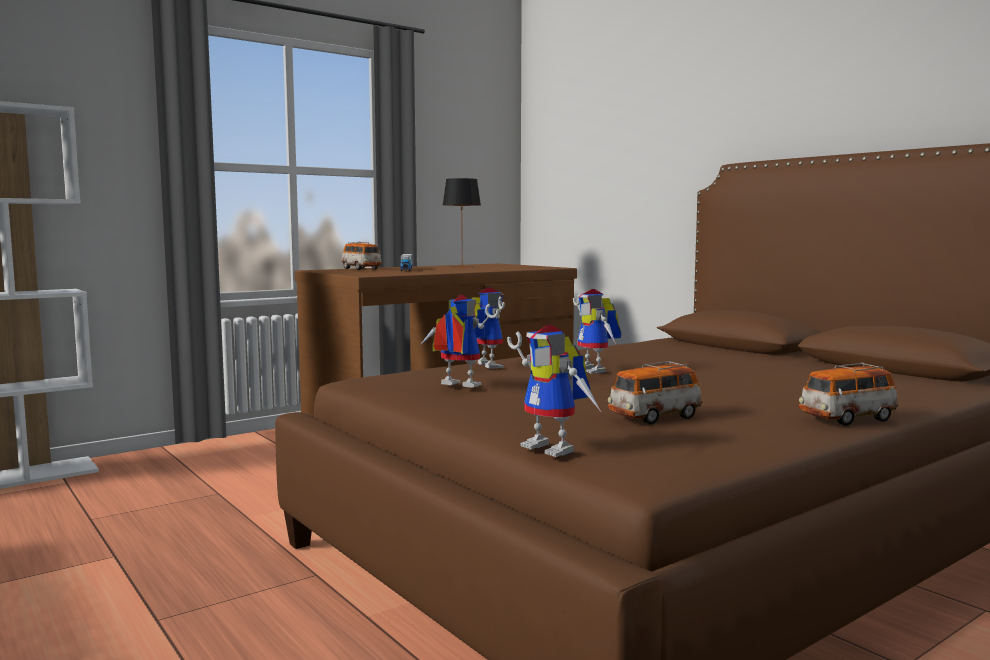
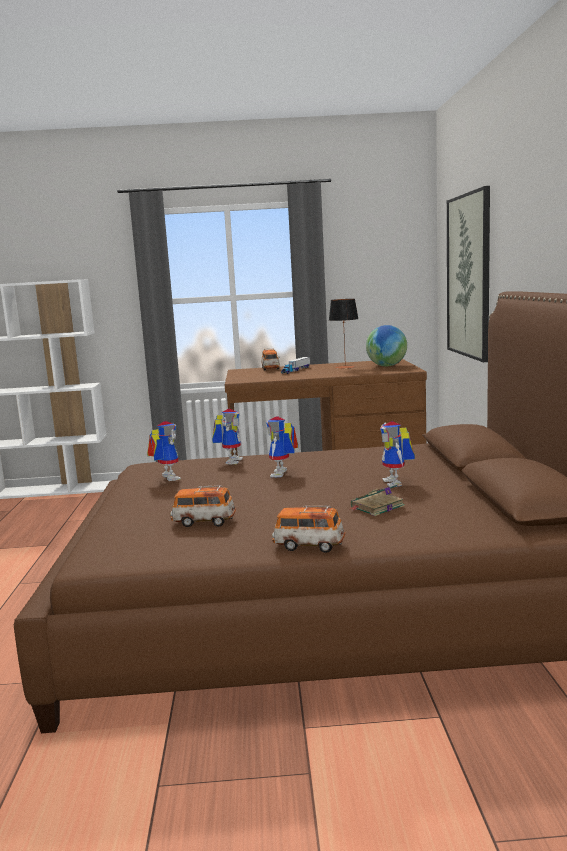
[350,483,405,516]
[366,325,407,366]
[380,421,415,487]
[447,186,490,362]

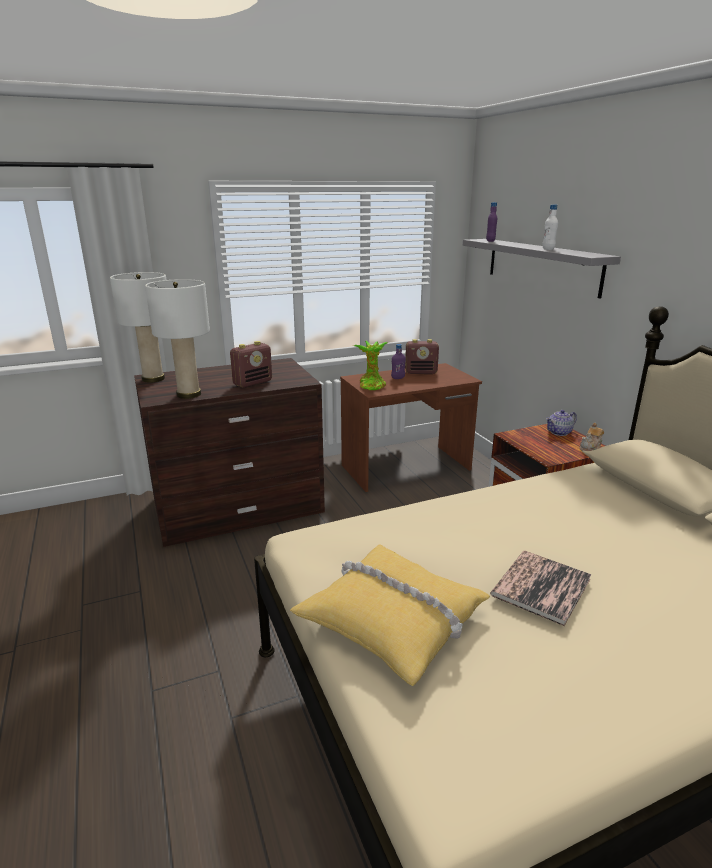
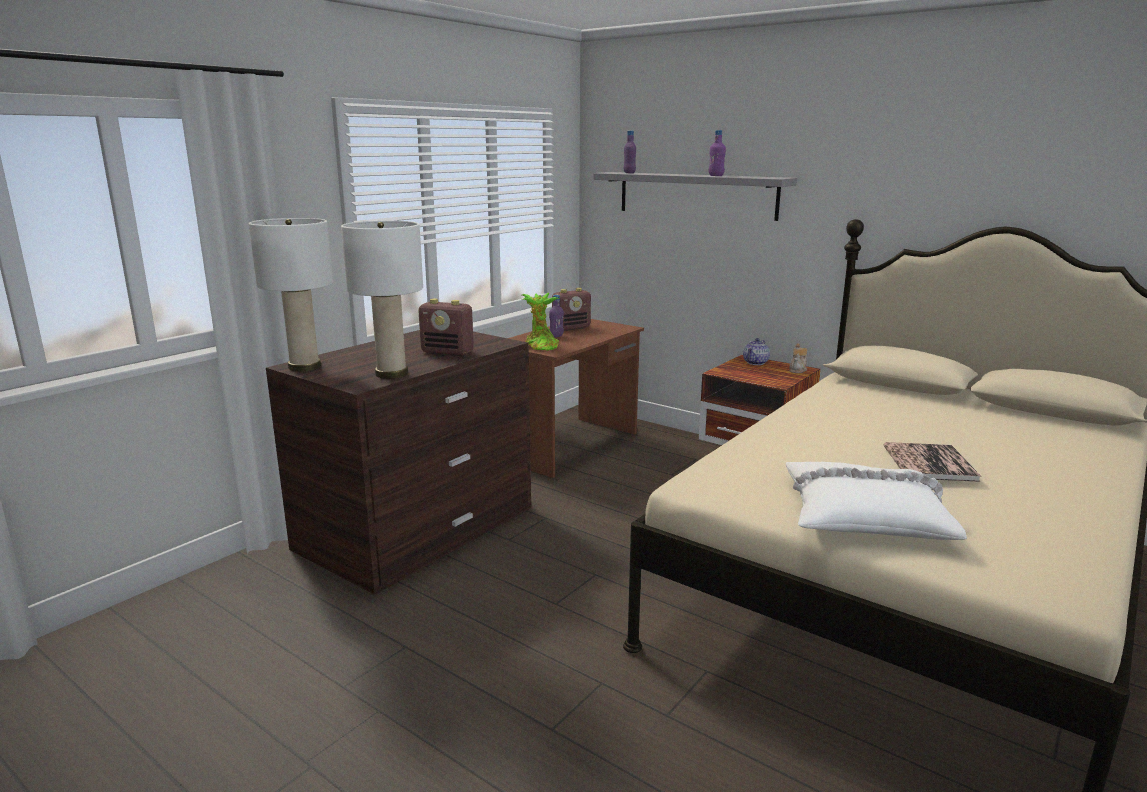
[418,299,474,356]
[709,130,726,176]
[785,462,967,540]

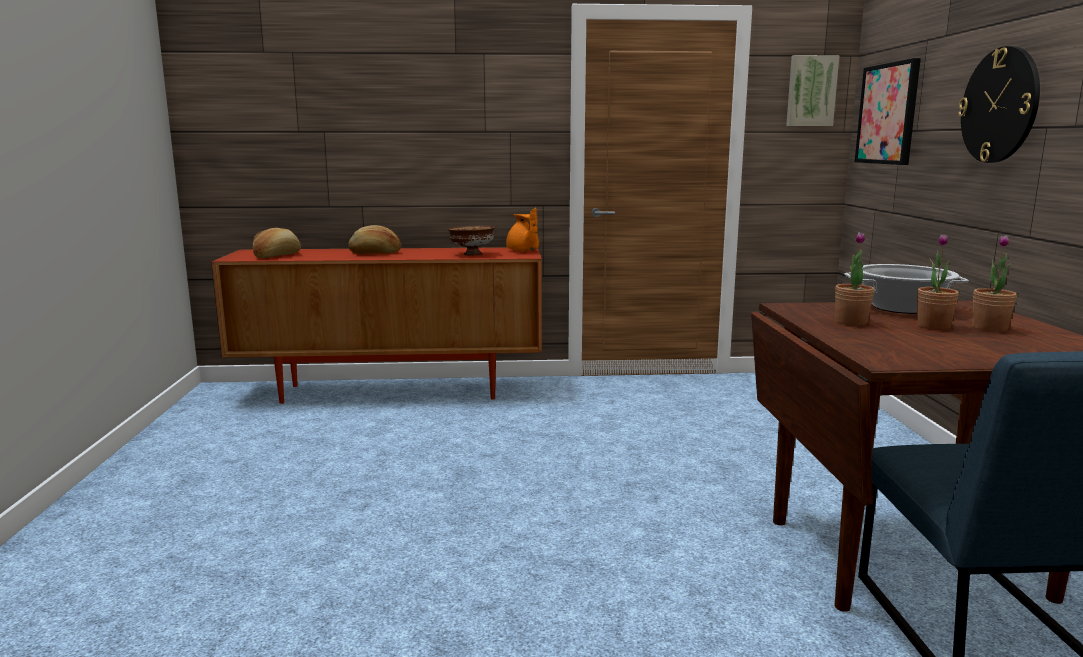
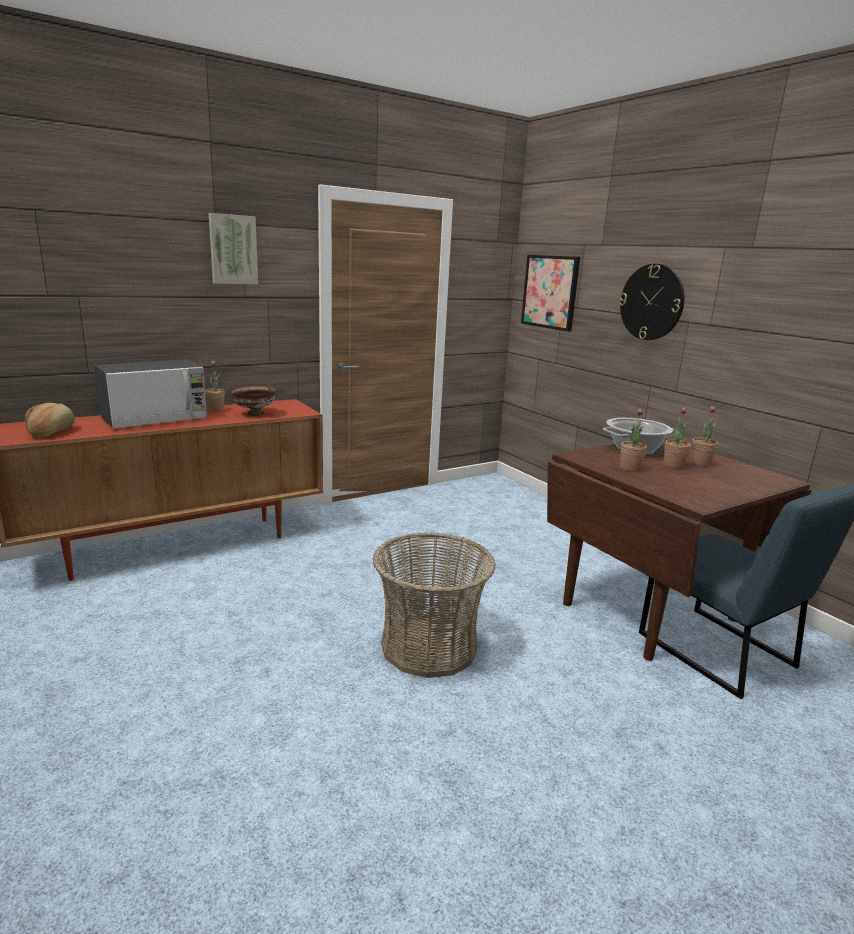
[94,359,207,428]
[205,361,225,412]
[209,213,258,285]
[372,532,496,678]
[506,208,539,252] (first image)

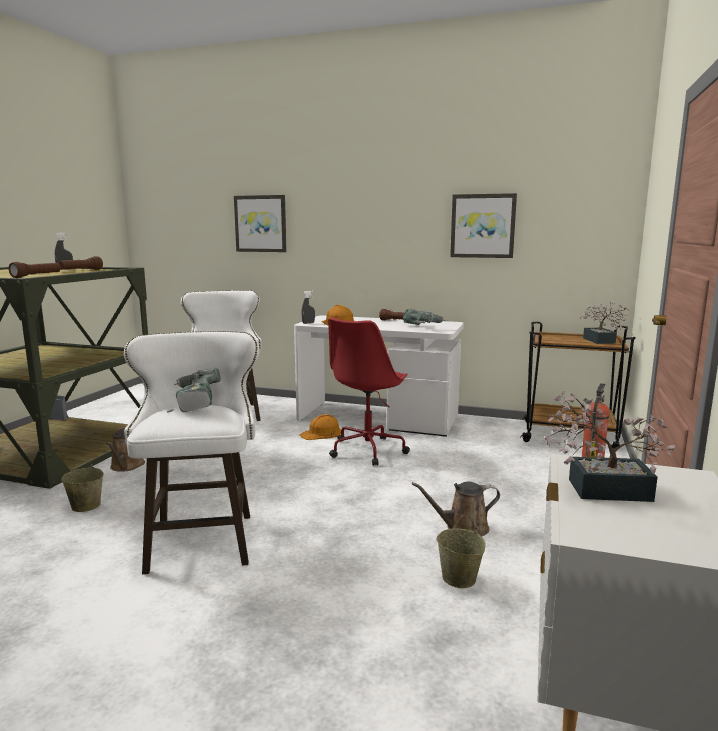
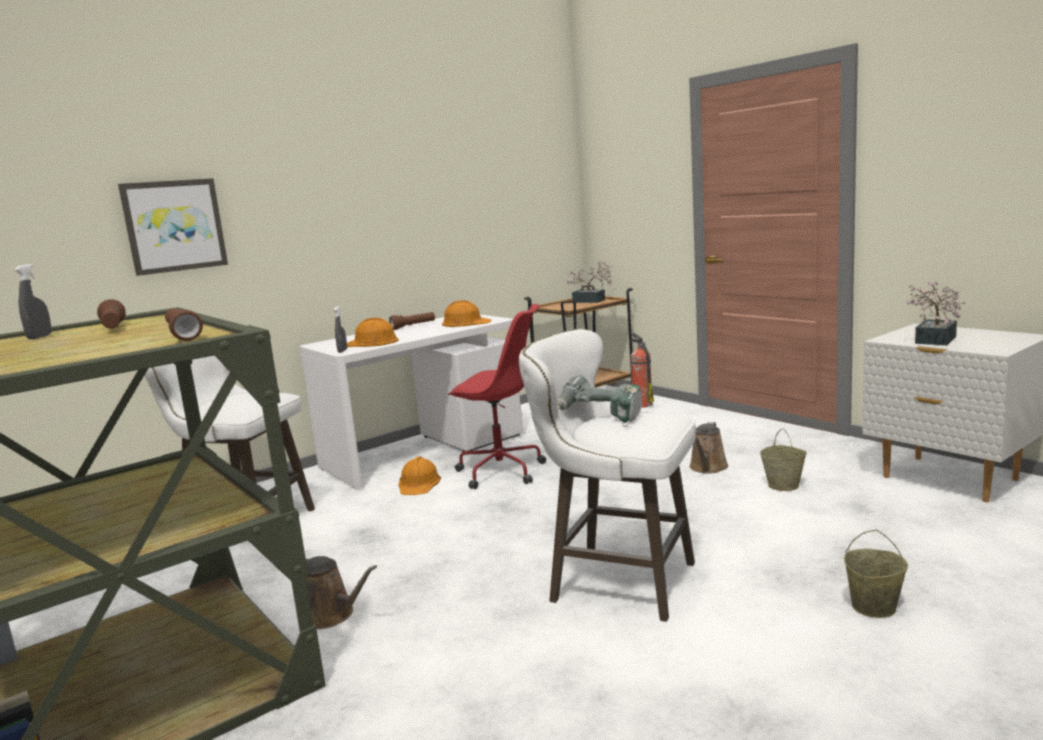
[442,300,491,327]
[448,304,547,489]
[844,530,908,618]
[450,193,517,258] (first image)

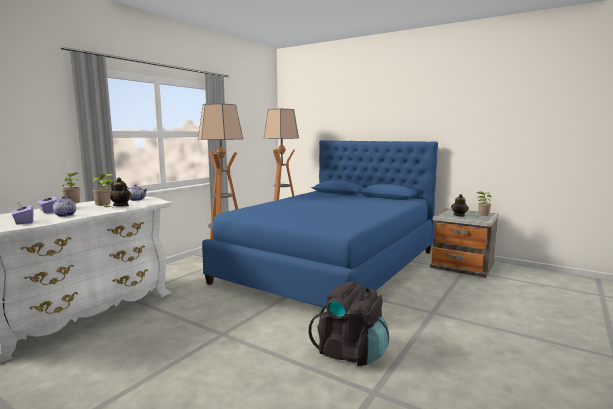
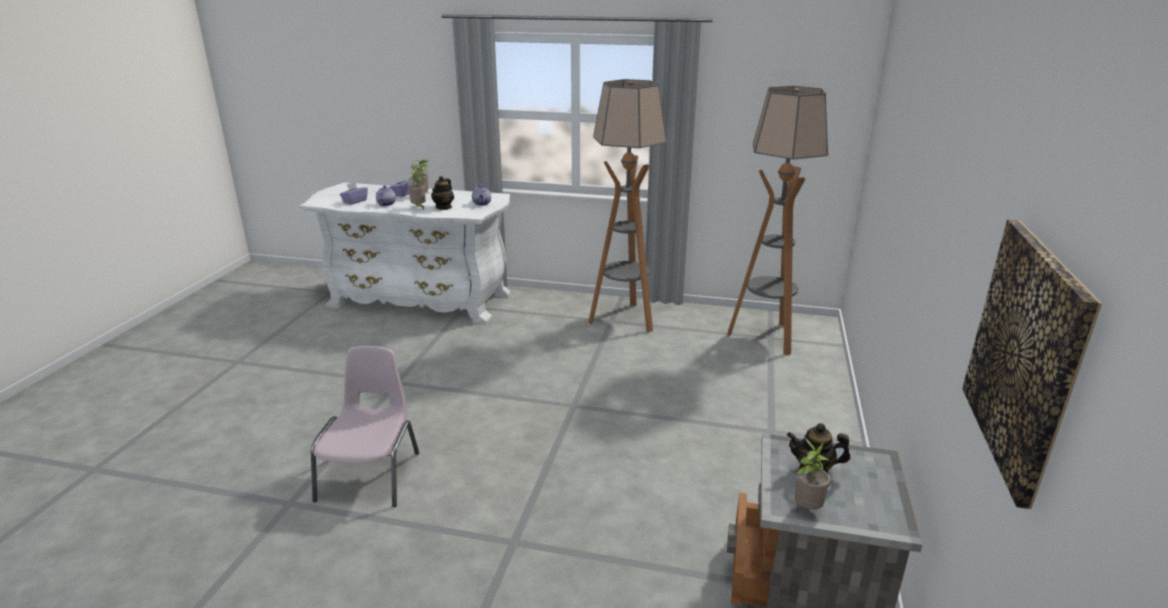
[311,346,419,507]
[962,220,1102,509]
[202,140,438,309] (first image)

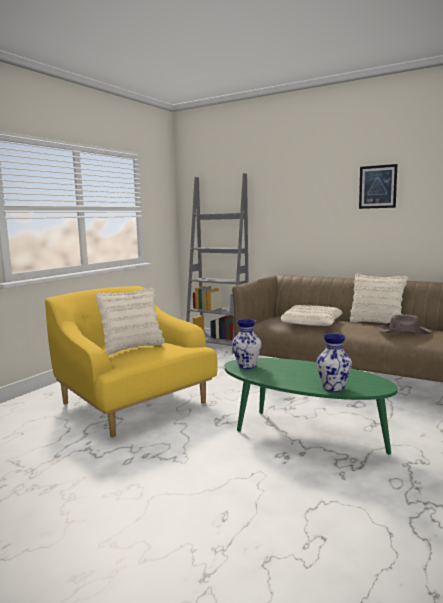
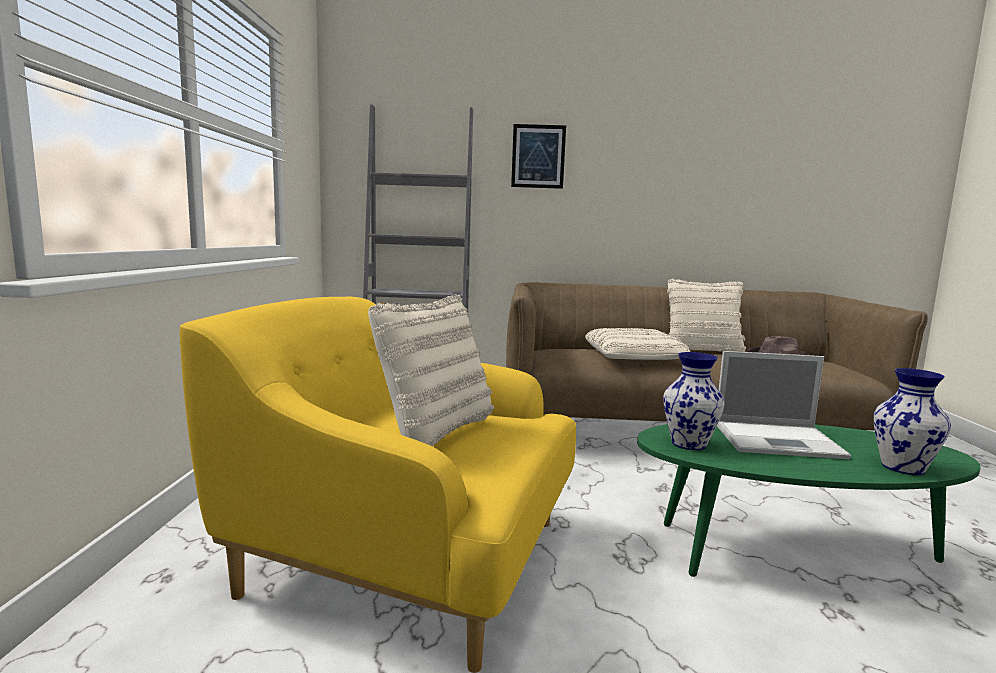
[511,124,566,189]
[717,351,851,459]

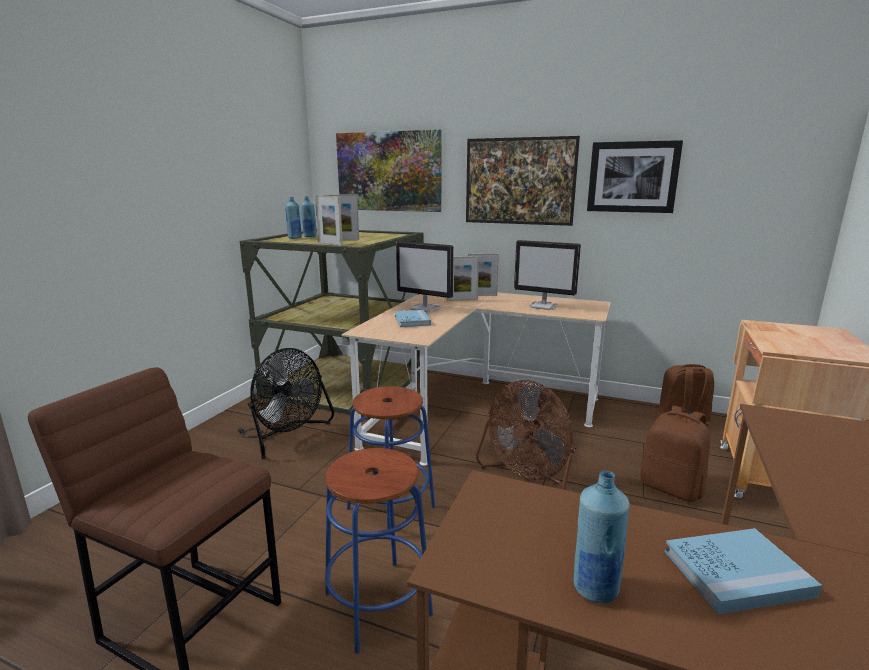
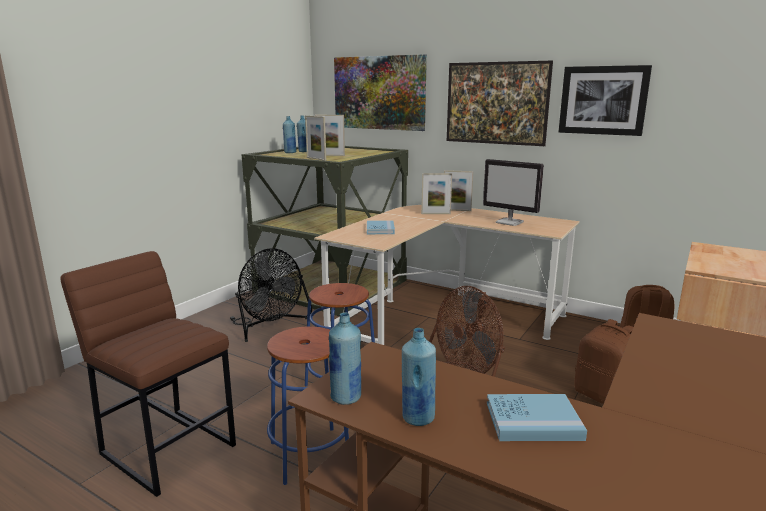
[329,312,361,405]
[396,241,454,312] (first image)

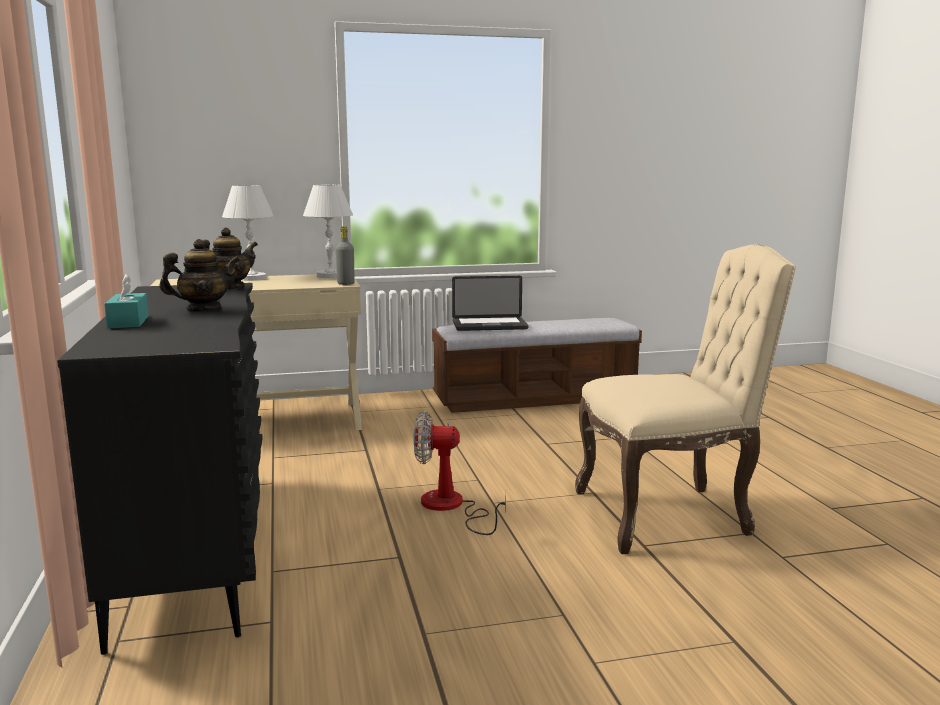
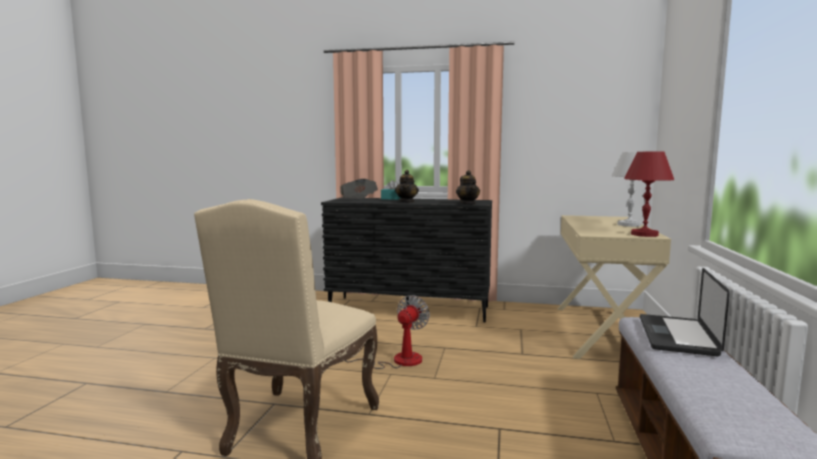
[340,179,378,199]
[624,152,674,237]
[336,226,355,285] (first image)

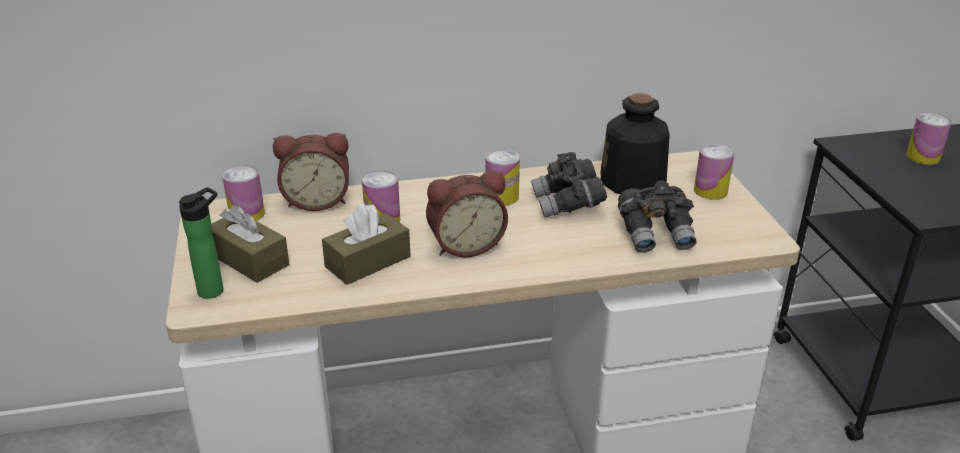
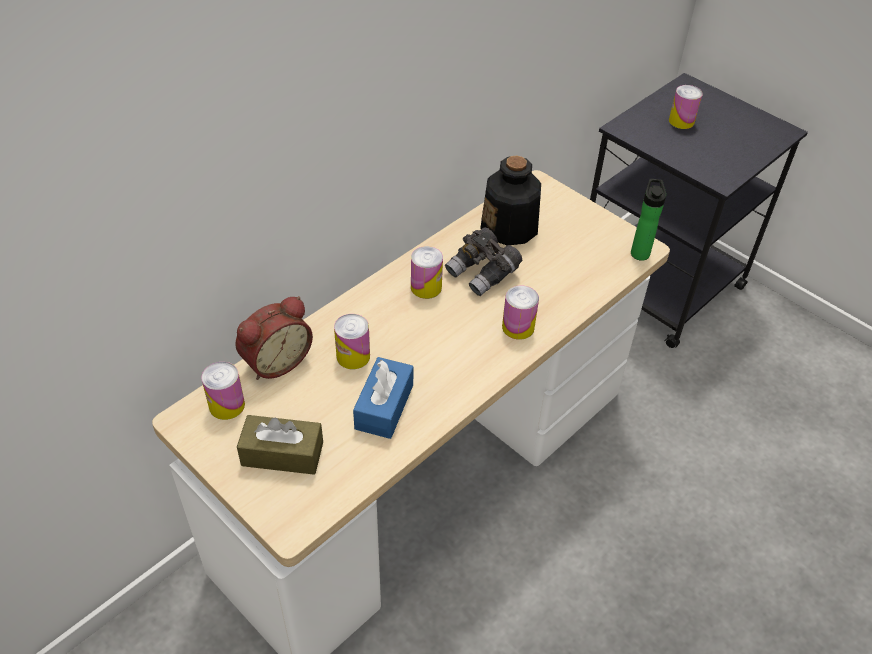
[353,357,414,439]
[502,286,539,340]
[631,179,666,261]
[426,170,508,257] (first image)
[618,180,696,253] (first image)

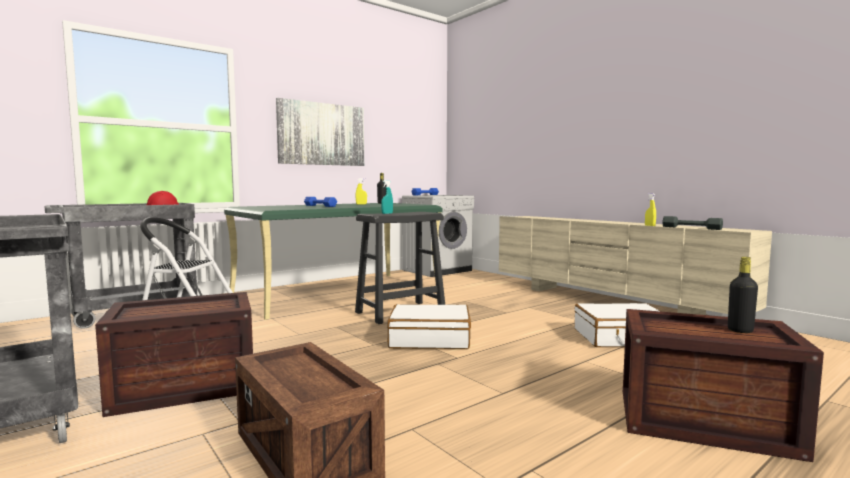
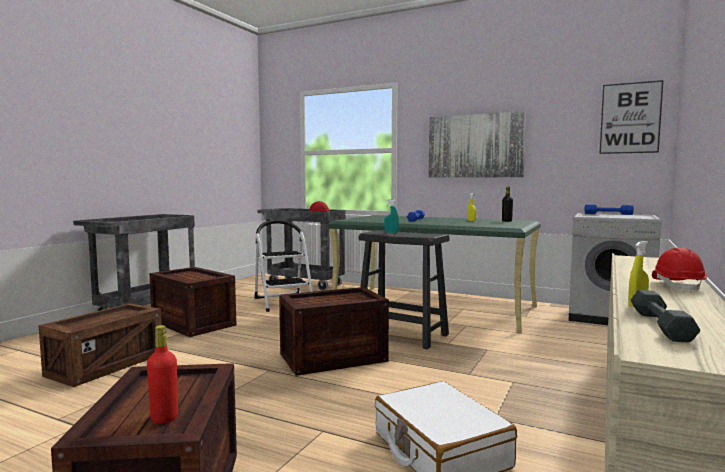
[147,325,178,424]
[279,287,389,376]
[600,80,663,154]
[652,248,707,293]

